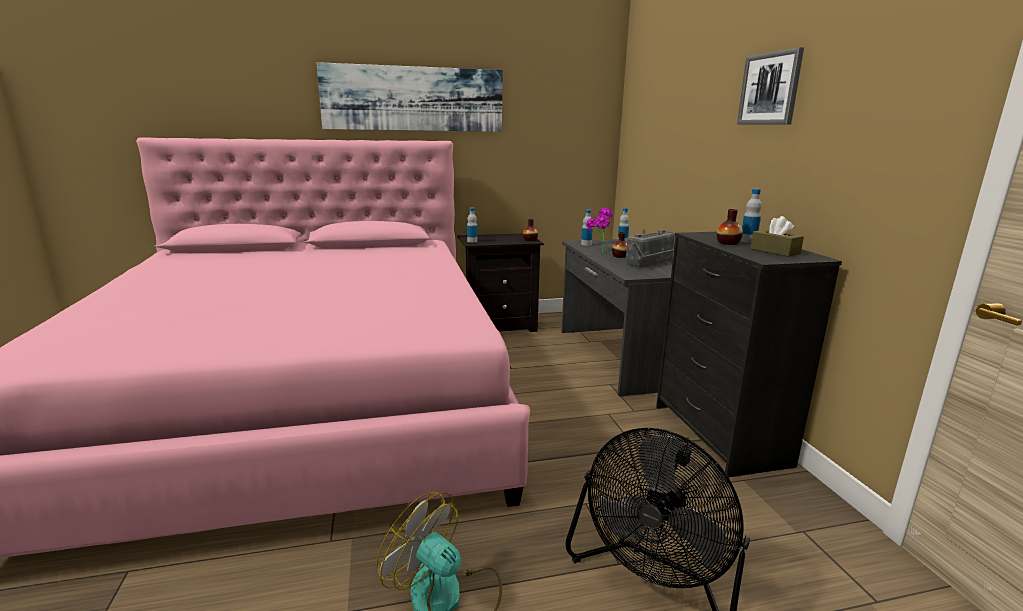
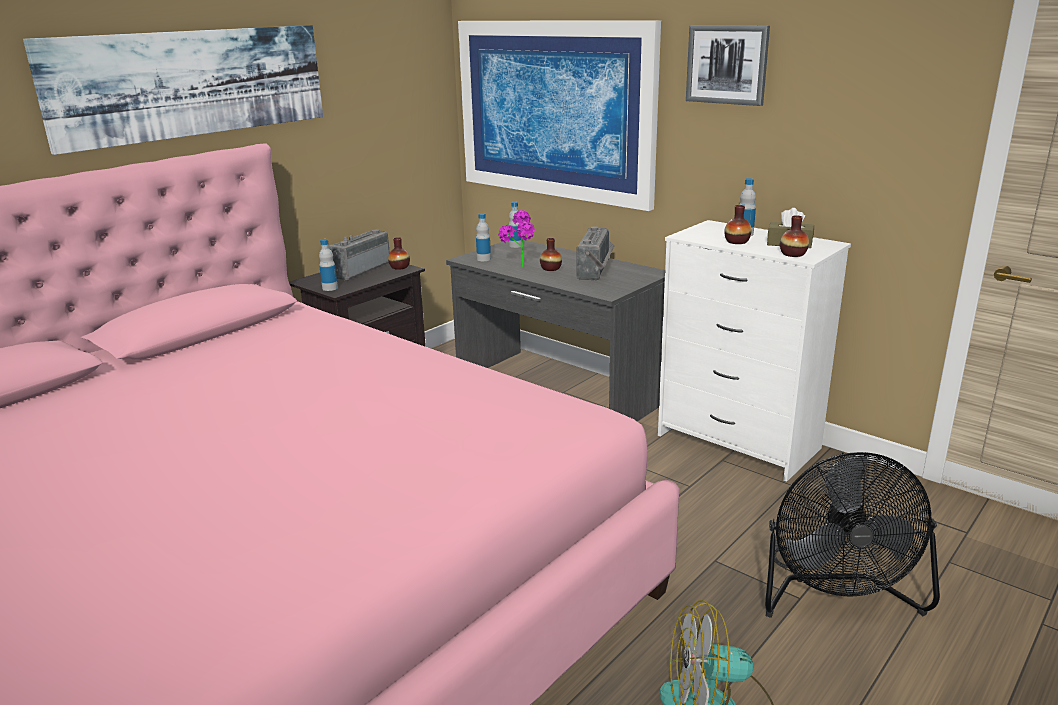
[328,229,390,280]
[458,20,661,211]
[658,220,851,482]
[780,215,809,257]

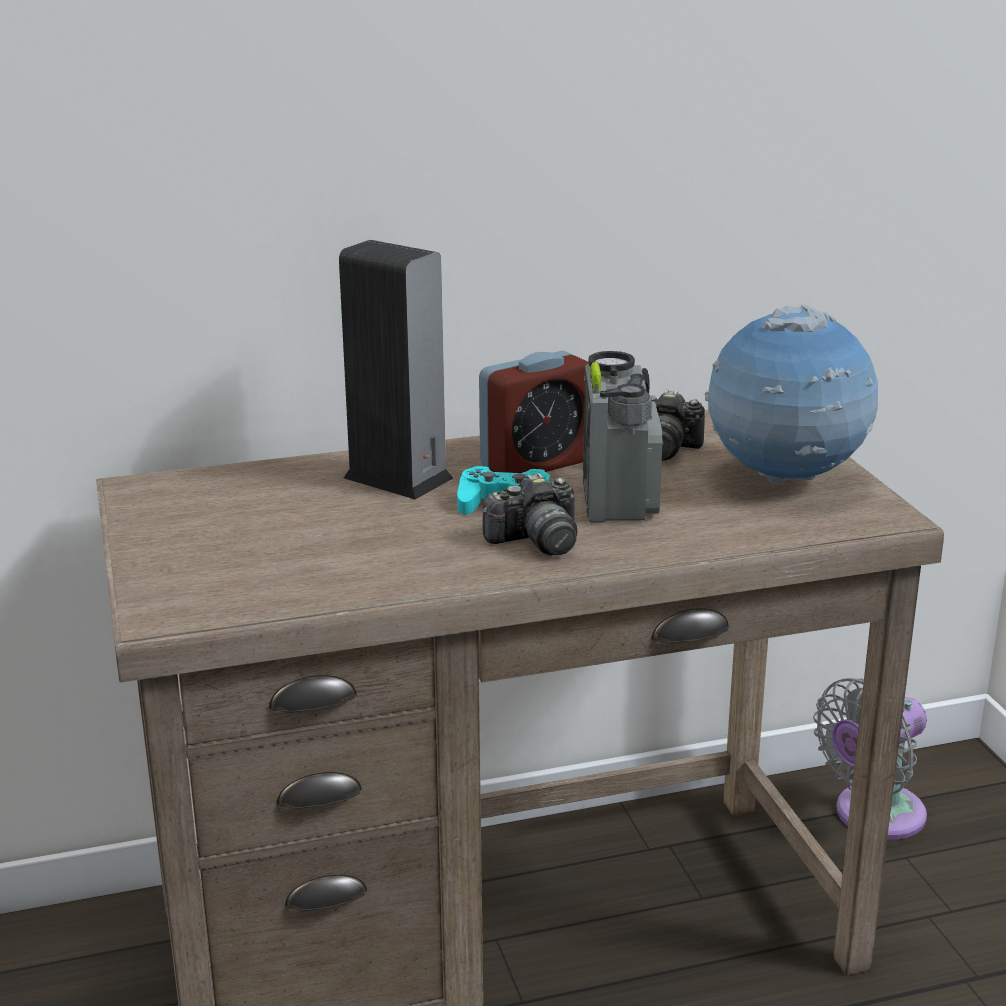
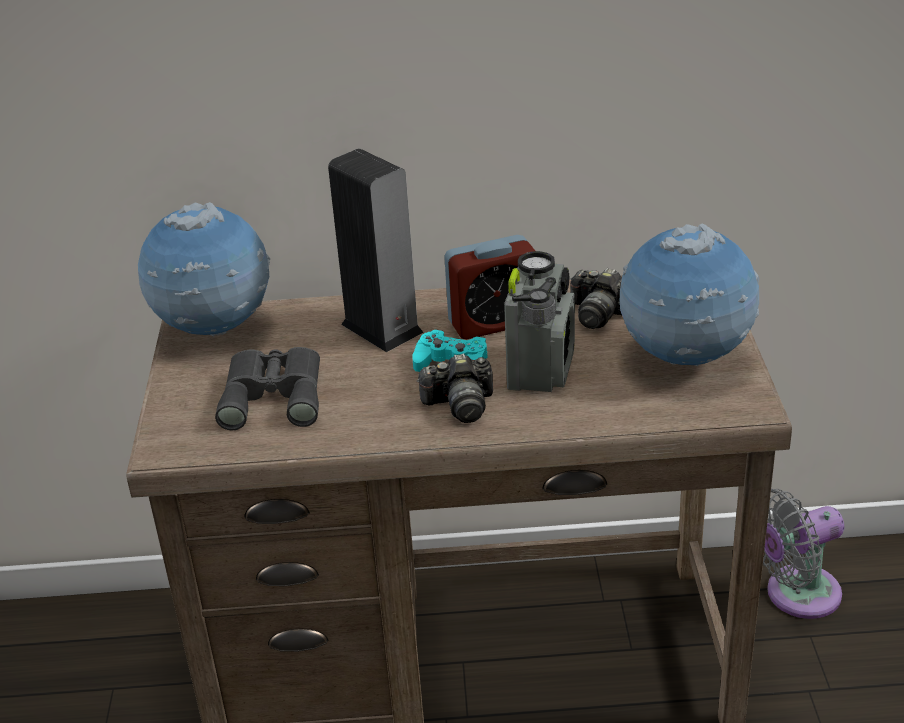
[138,202,271,336]
[215,347,320,430]

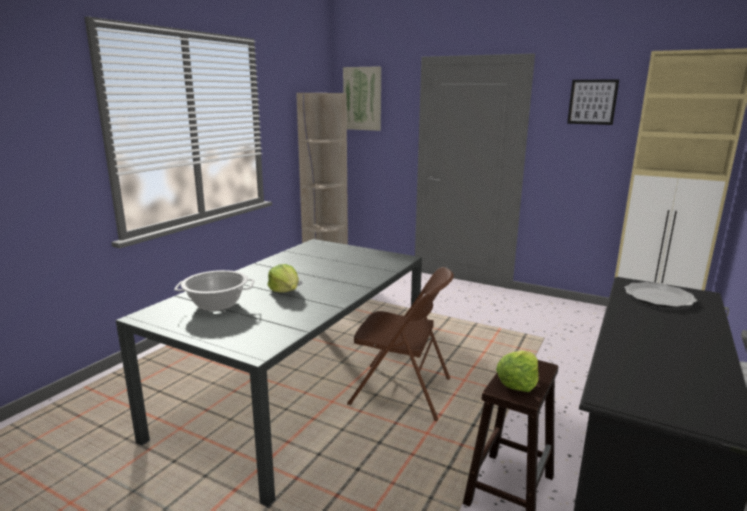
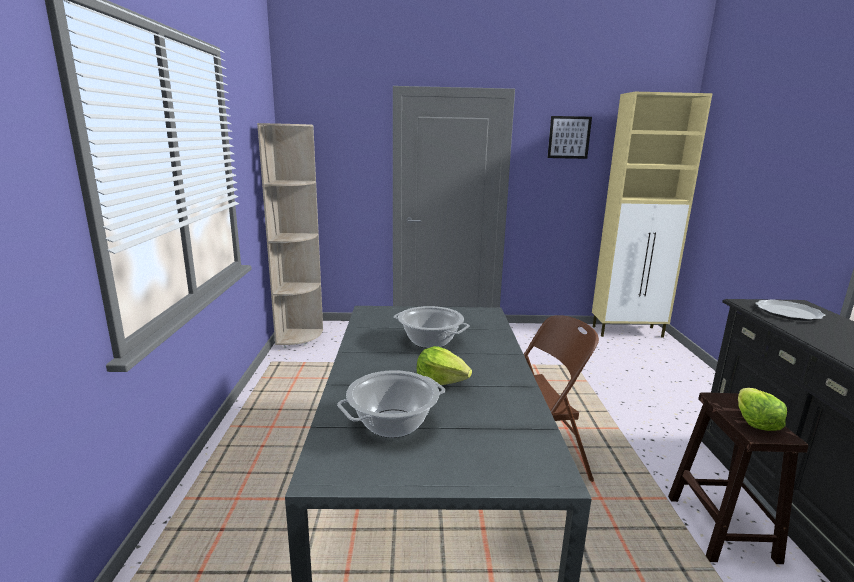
[394,306,470,348]
[343,66,381,131] (first image)

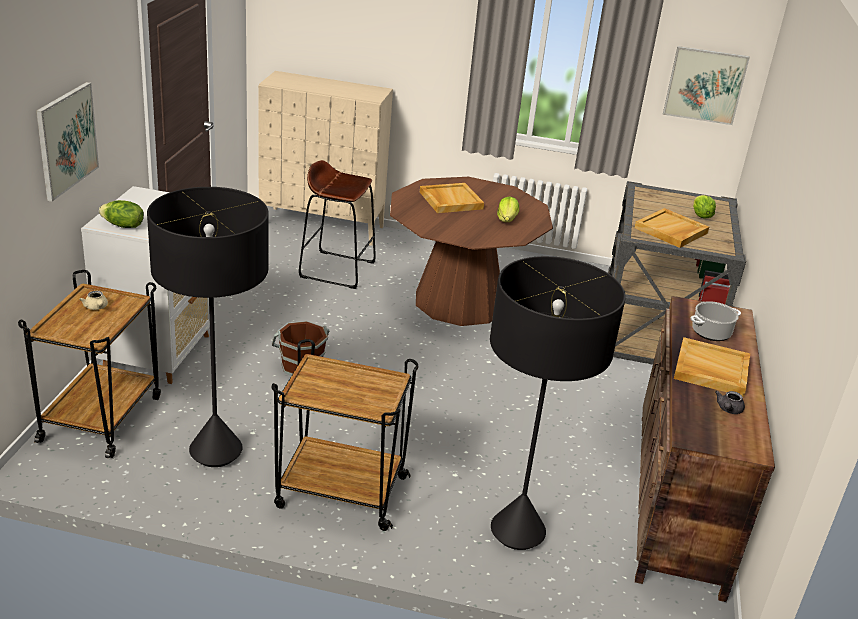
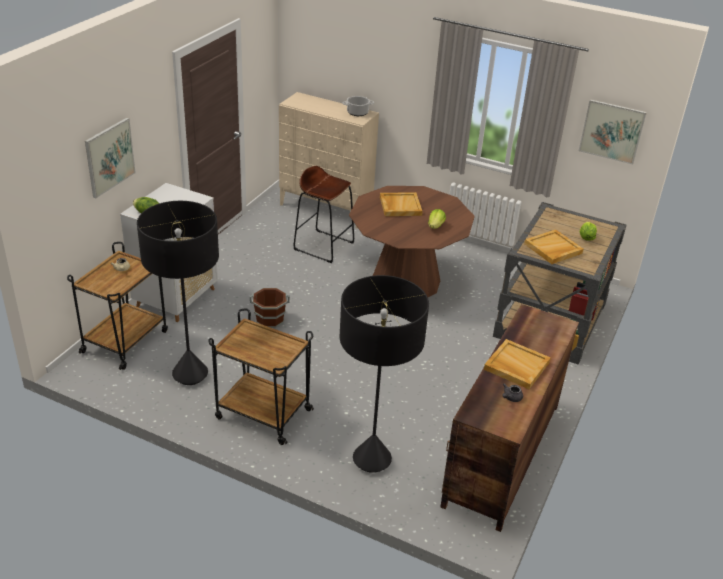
[342,96,374,116]

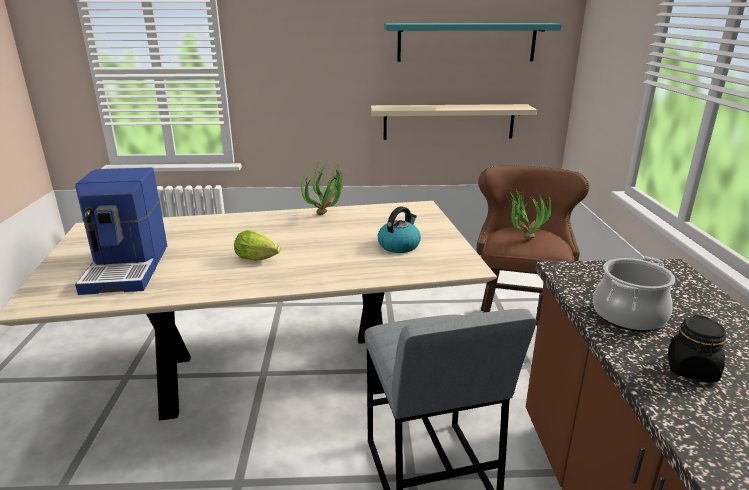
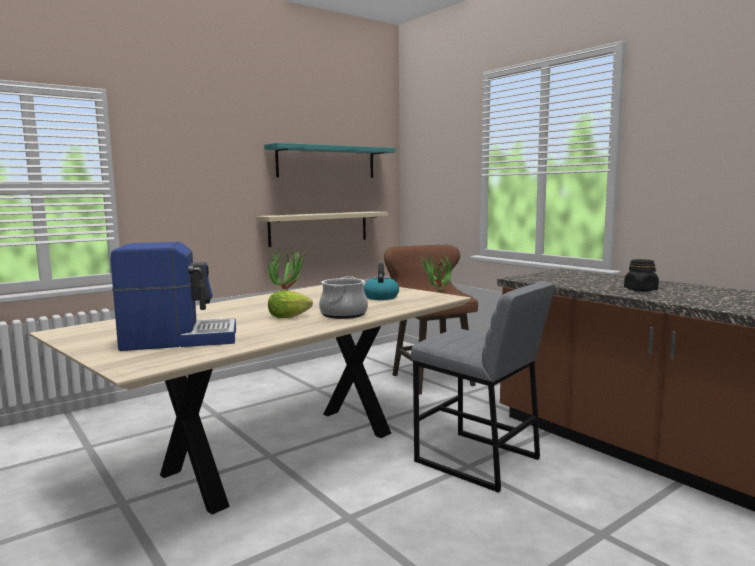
[110,242,236,351]
[319,276,368,319]

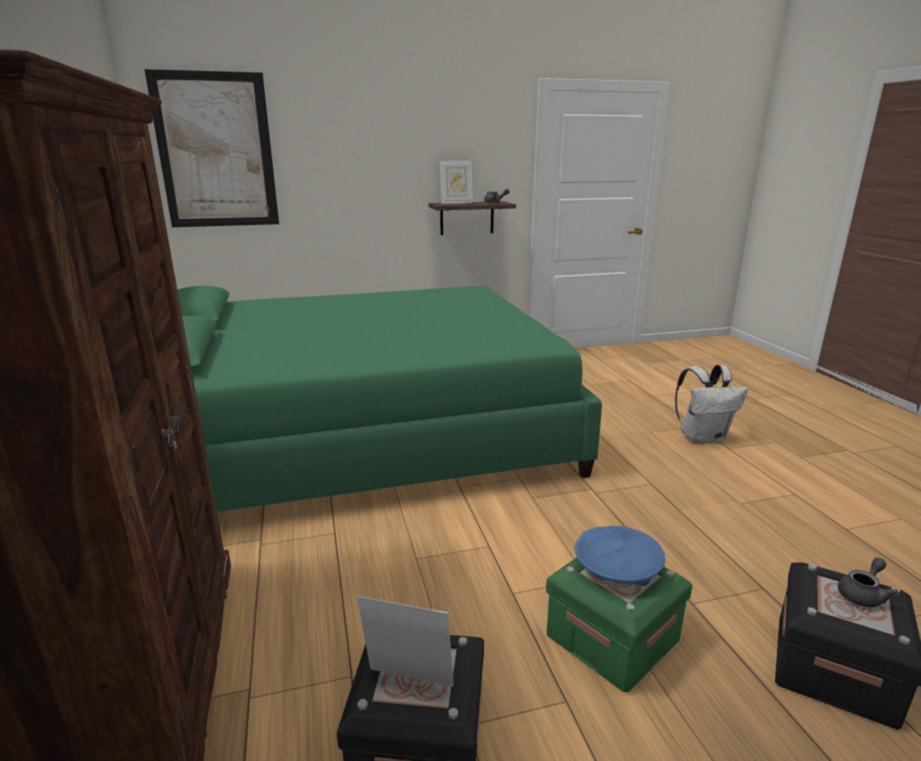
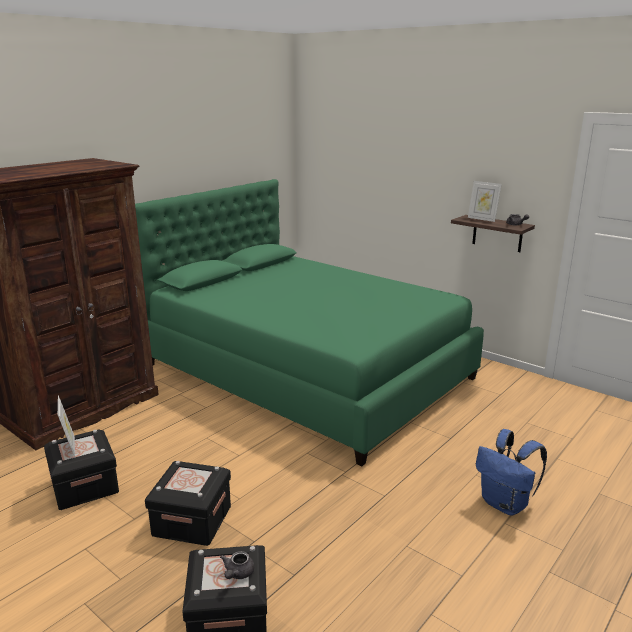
[145,461,231,546]
[220,551,254,579]
[476,429,547,516]
[144,69,279,227] (first image)
[574,526,665,586] (first image)

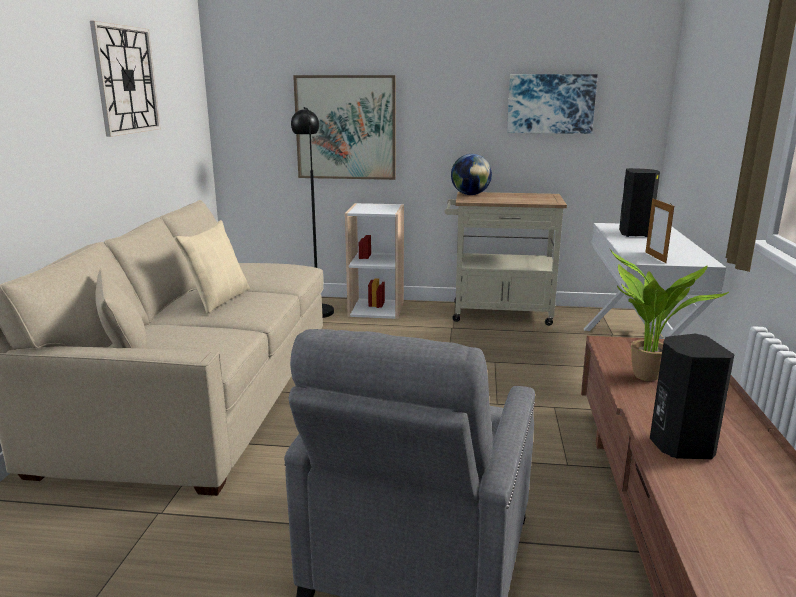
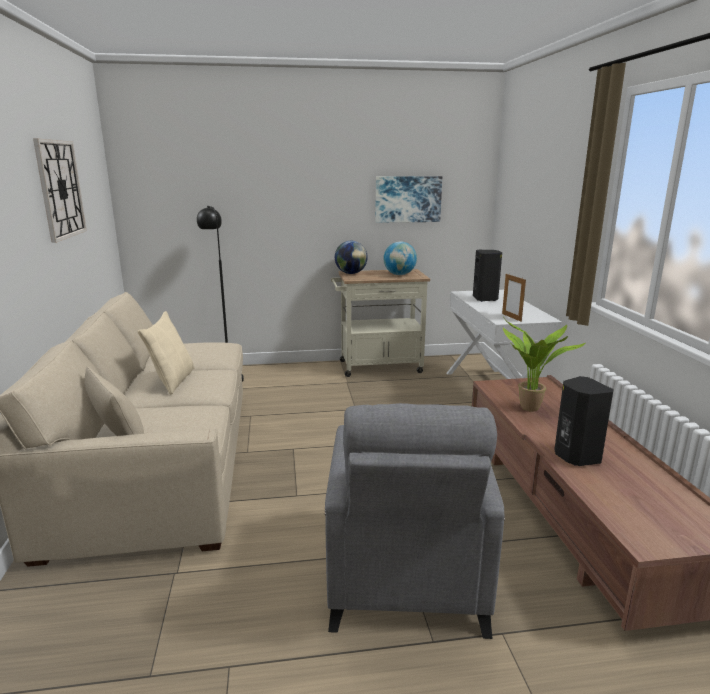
[383,241,417,275]
[293,75,396,180] (first image)
[345,203,404,319] (first image)

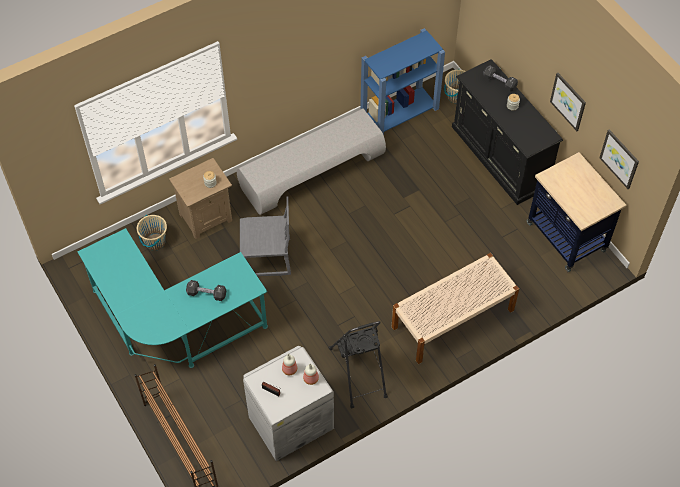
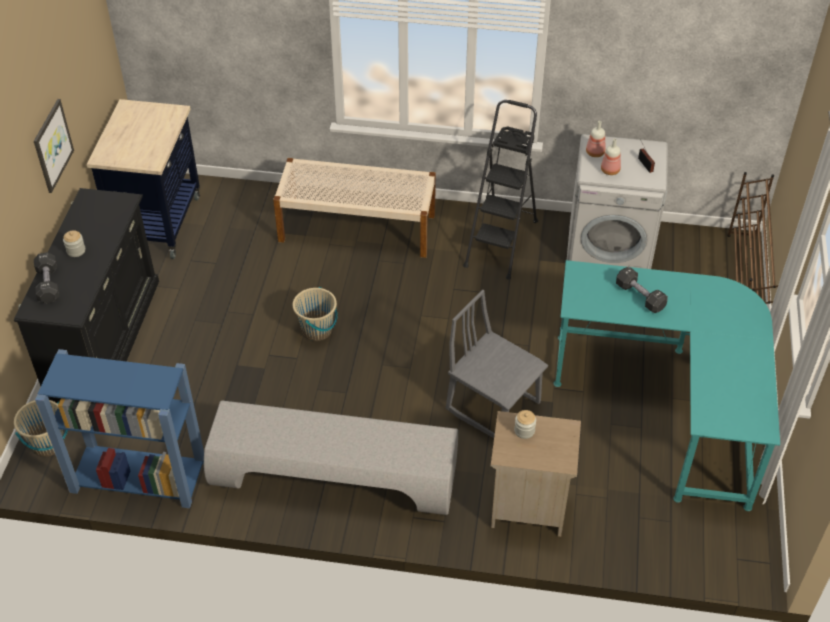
[293,287,337,341]
[599,129,639,189] (first image)

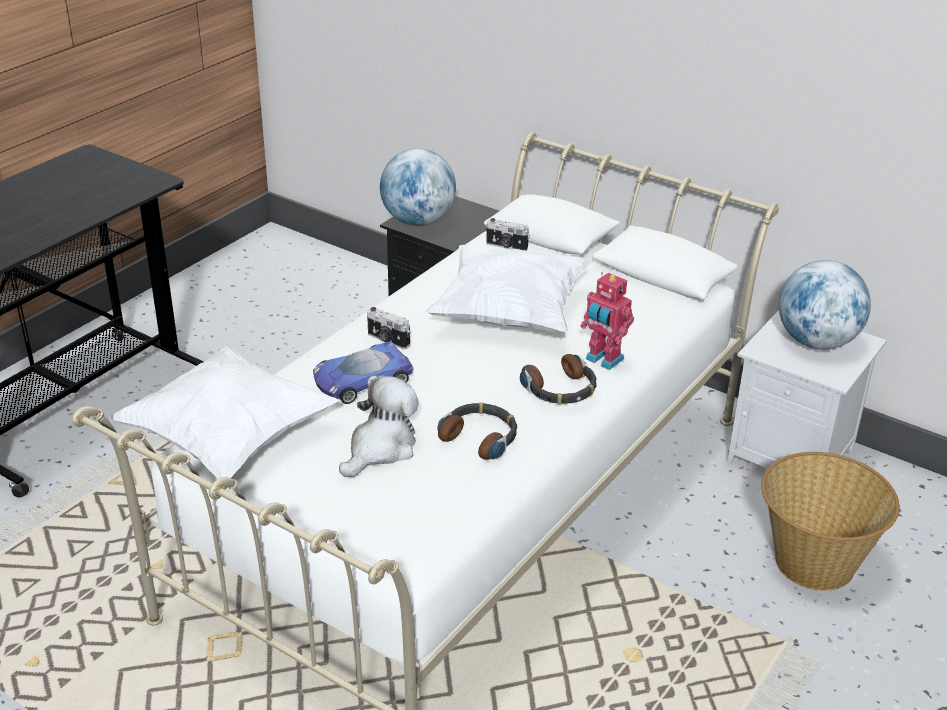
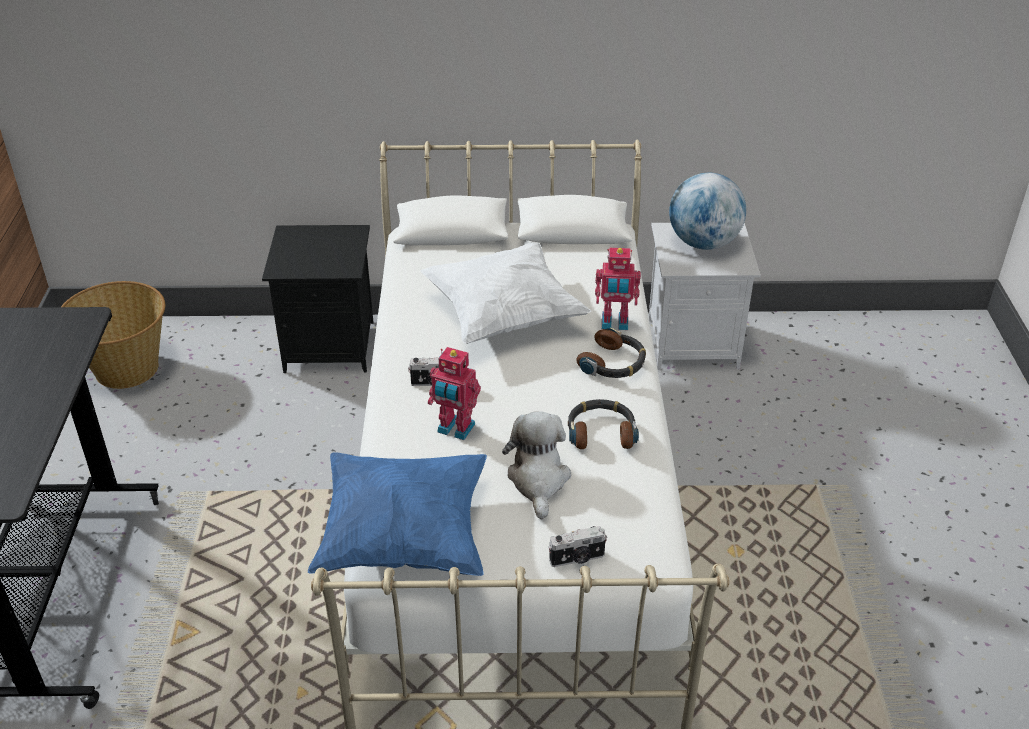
[61,281,165,389]
[308,453,487,576]
[428,347,481,440]
[548,526,607,567]
[380,148,456,226] (first image)

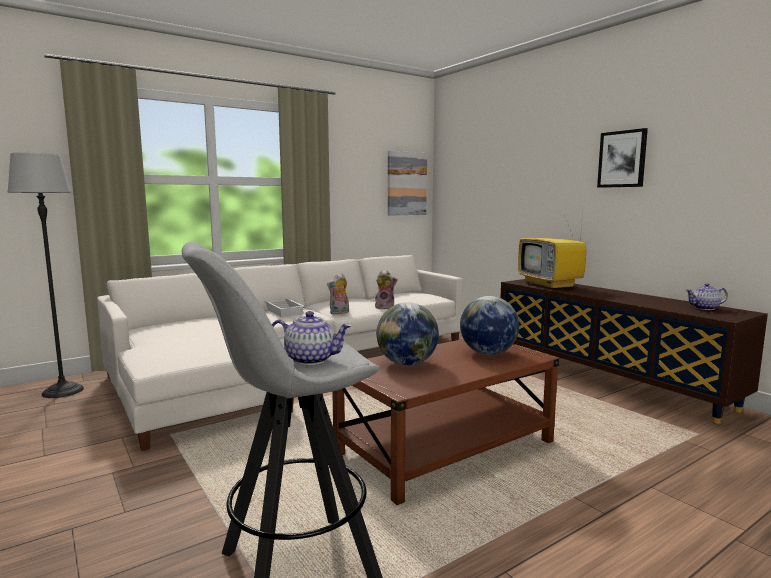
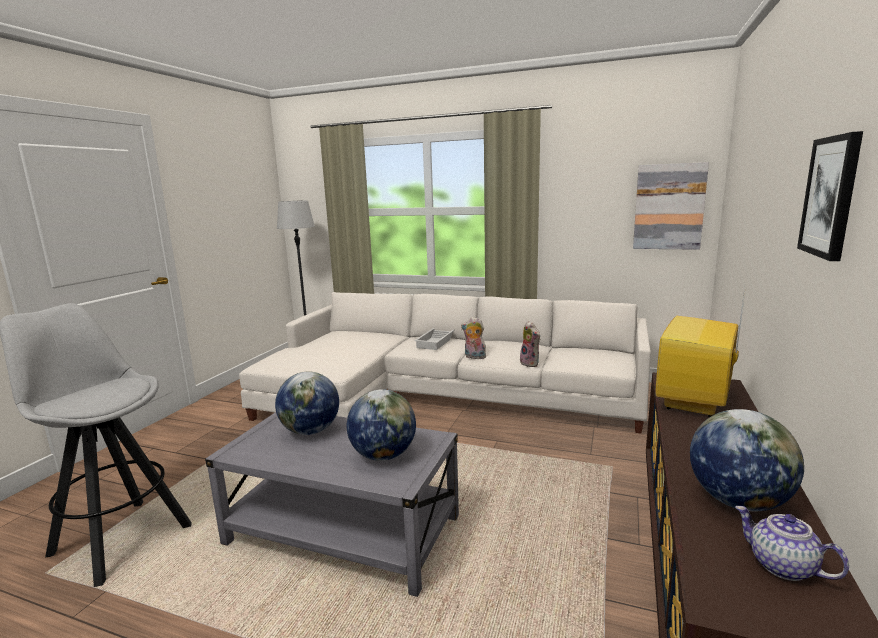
[205,412,459,597]
[690,409,804,511]
[272,311,352,365] (first image)

